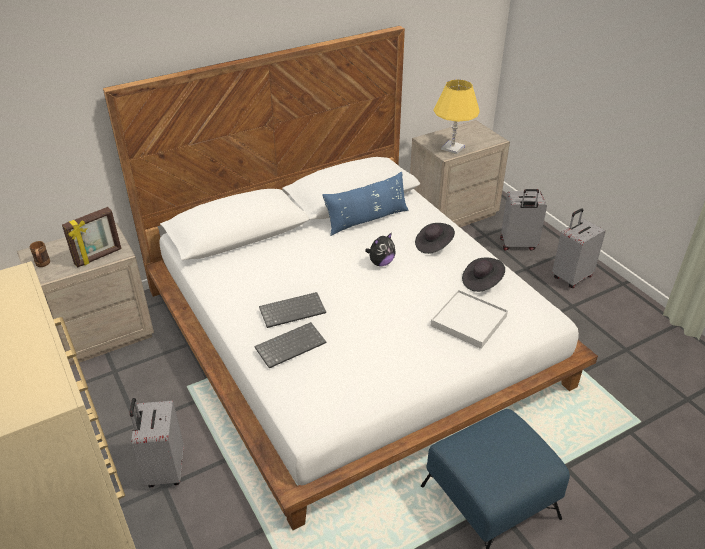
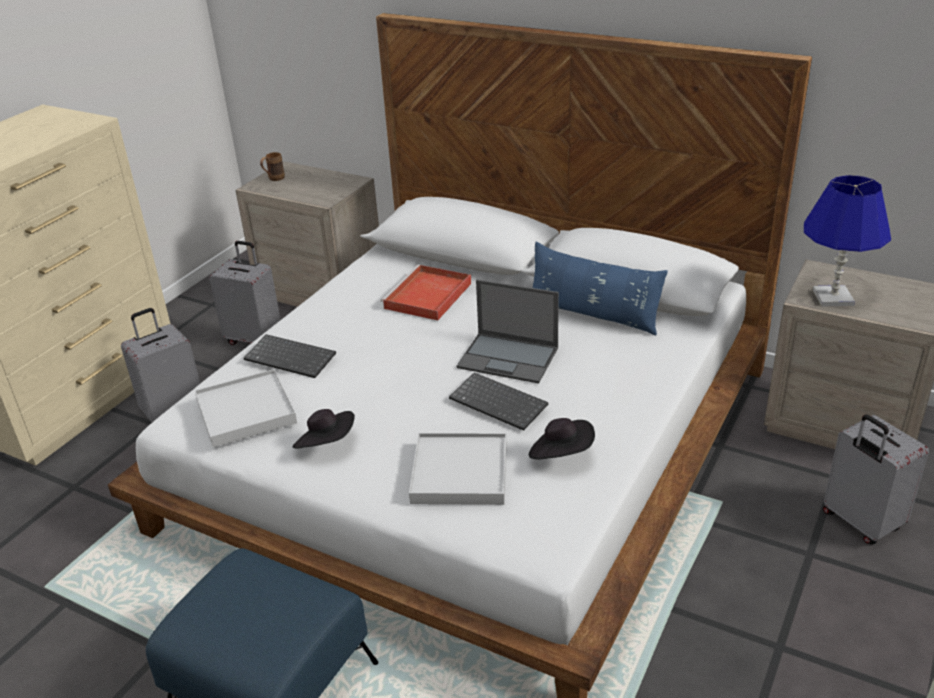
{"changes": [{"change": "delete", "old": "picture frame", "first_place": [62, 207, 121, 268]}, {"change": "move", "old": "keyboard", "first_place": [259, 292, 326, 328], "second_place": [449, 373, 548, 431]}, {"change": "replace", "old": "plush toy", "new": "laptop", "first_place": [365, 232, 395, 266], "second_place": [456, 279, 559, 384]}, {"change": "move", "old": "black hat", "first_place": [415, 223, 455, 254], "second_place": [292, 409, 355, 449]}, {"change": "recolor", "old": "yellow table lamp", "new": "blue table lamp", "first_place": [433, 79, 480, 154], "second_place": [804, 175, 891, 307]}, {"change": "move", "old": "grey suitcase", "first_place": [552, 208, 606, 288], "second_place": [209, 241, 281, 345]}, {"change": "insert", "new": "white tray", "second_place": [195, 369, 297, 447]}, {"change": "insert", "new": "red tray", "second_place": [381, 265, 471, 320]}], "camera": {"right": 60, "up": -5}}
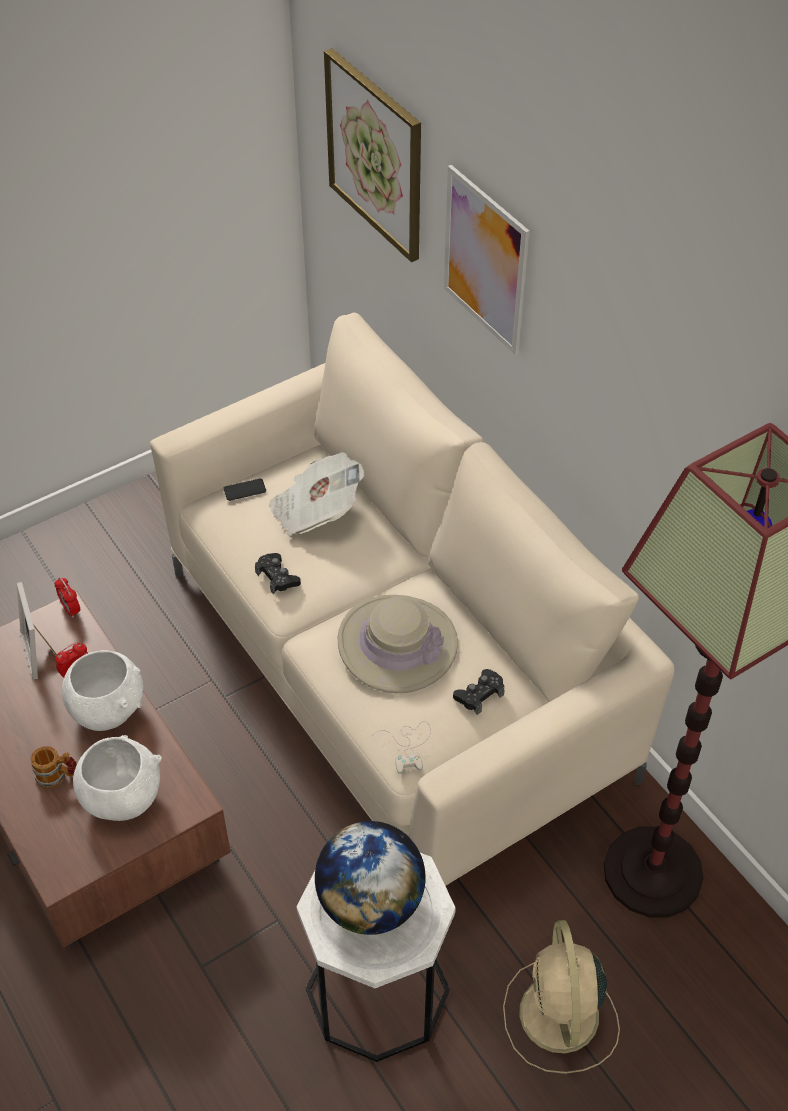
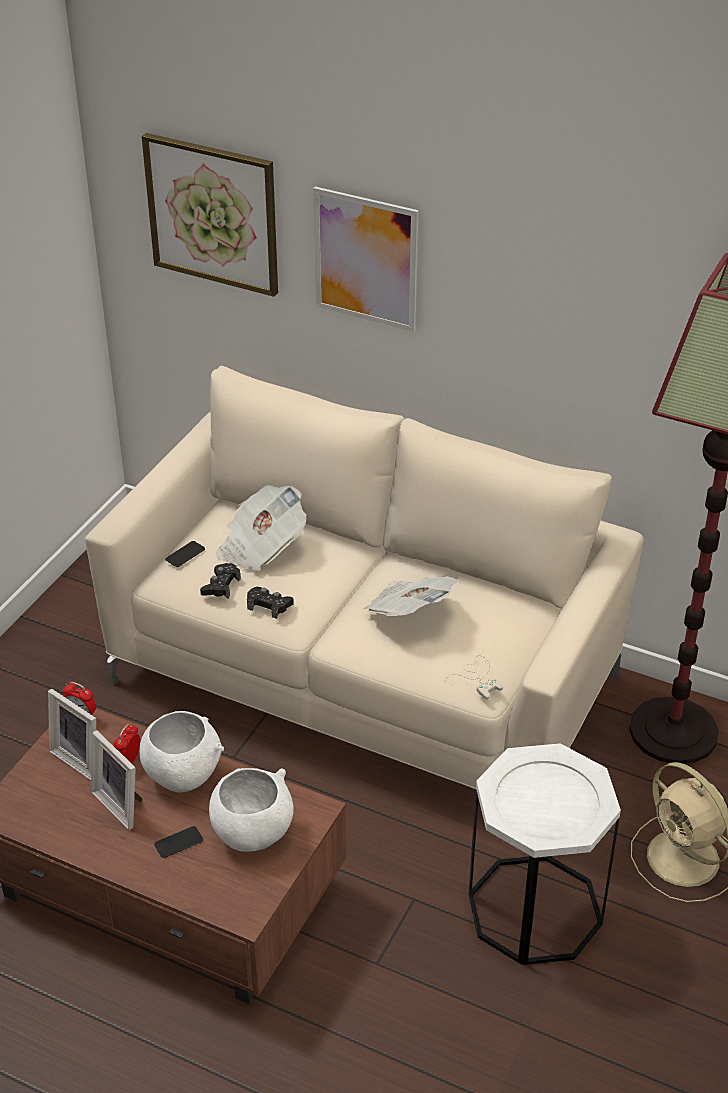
{"changes": [{"change": "replace", "old": "mug", "new": "phone", "first_place": [31, 746, 77, 788], "second_place": [154, 826, 203, 858]}, {"change": "delete", "old": "globe", "first_place": [315, 821, 426, 935]}, {"change": "replace", "old": "beige hat", "new": "newspaper", "first_place": [338, 595, 458, 693], "second_place": [363, 576, 459, 616]}, {"change": "move", "old": "black game controller", "first_place": [453, 669, 505, 715], "second_place": [200, 563, 241, 599]}, {"change": "insert", "new": "picture frame", "second_place": [92, 731, 143, 830]}], "camera": {"right": -30, "up": -10}}
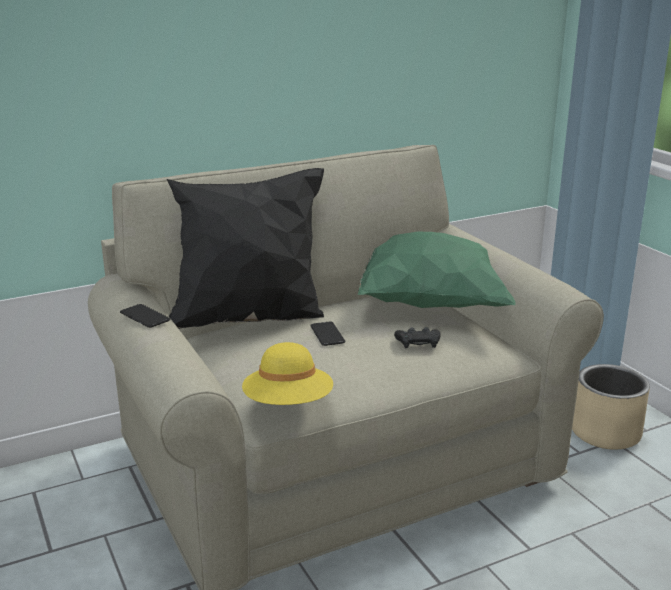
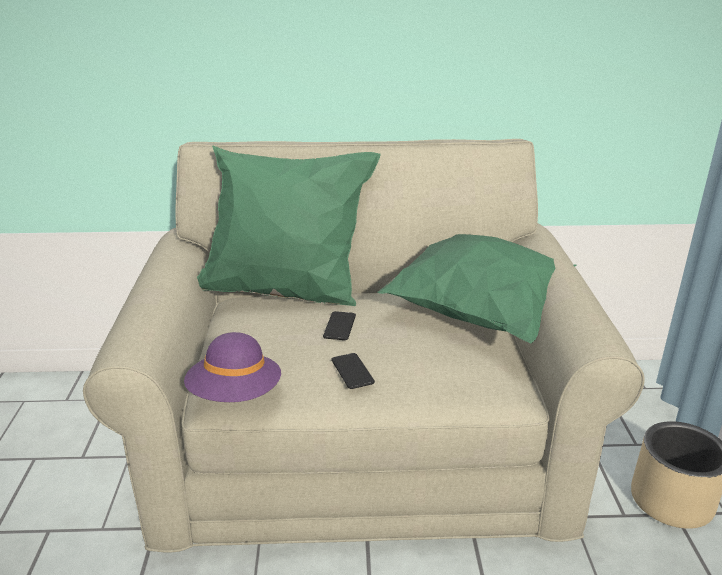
{"changes": [{"change": "move", "old": "phone", "first_place": [120, 304, 170, 328], "second_place": [331, 353, 375, 389]}, {"change": "recolor", "old": "black pillow", "new": "green pillow", "first_place": [167, 168, 324, 329], "second_place": [197, 145, 381, 306]}, {"change": "recolor", "old": "yellow hat", "new": "purple hat", "first_place": [242, 342, 333, 405], "second_place": [184, 332, 281, 402]}, {"change": "delete", "old": "black game controller", "first_place": [394, 327, 441, 348]}], "camera": {"right": 25, "up": 5}}
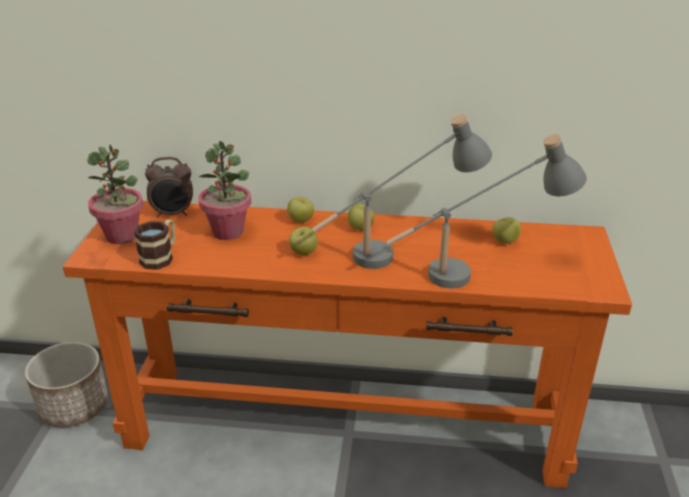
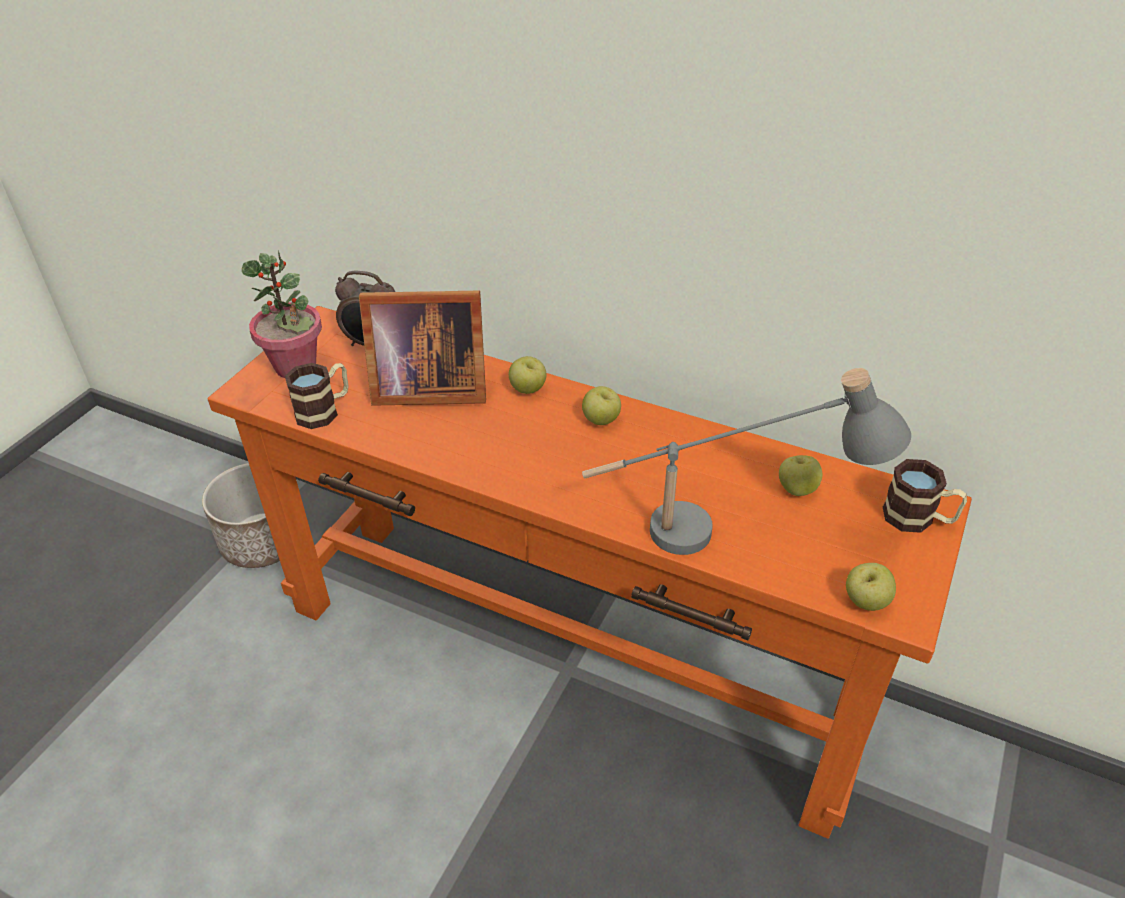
{"changes": [{"change": "replace", "old": "potted plant", "new": "picture frame", "first_place": [198, 141, 251, 240], "second_place": [359, 291, 486, 406]}, {"change": "move", "old": "apple", "first_place": [289, 227, 318, 255], "second_place": [846, 563, 896, 611]}, {"change": "delete", "old": "grey table lamp", "first_place": [312, 114, 492, 269]}, {"change": "insert", "new": "mug", "second_place": [883, 459, 967, 533]}], "camera": {"right": 20, "up": 10}}
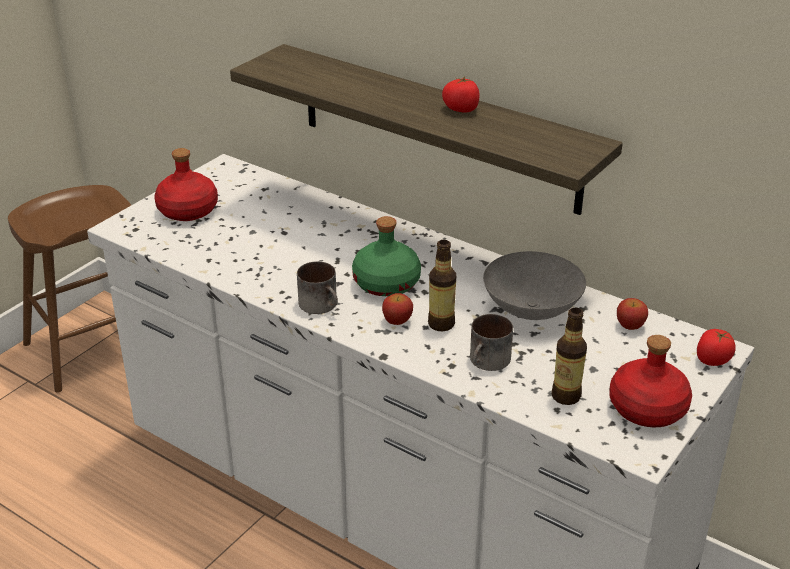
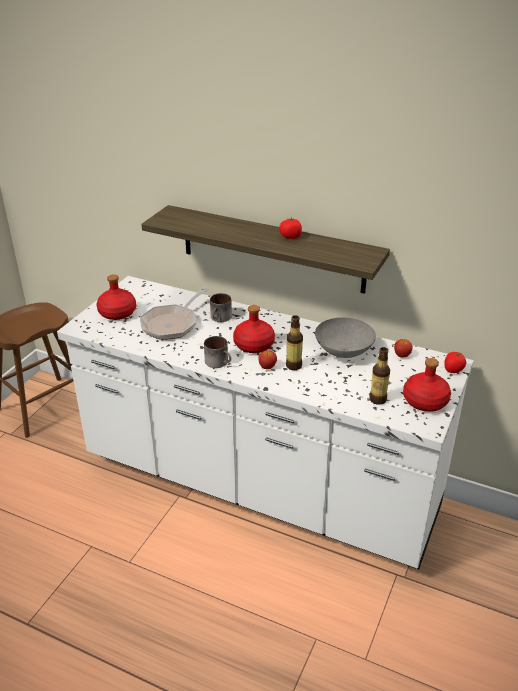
{"changes": [{"change": "recolor", "old": "green bottle", "new": "red bottle", "first_place": [352, 216, 421, 296], "second_place": [233, 305, 275, 353]}, {"change": "move", "old": "mug", "first_place": [470, 314, 513, 371], "second_place": [210, 293, 232, 322]}, {"change": "insert", "new": "frying pan", "second_place": [140, 287, 209, 340]}], "camera": {"right": -10, "up": 0}}
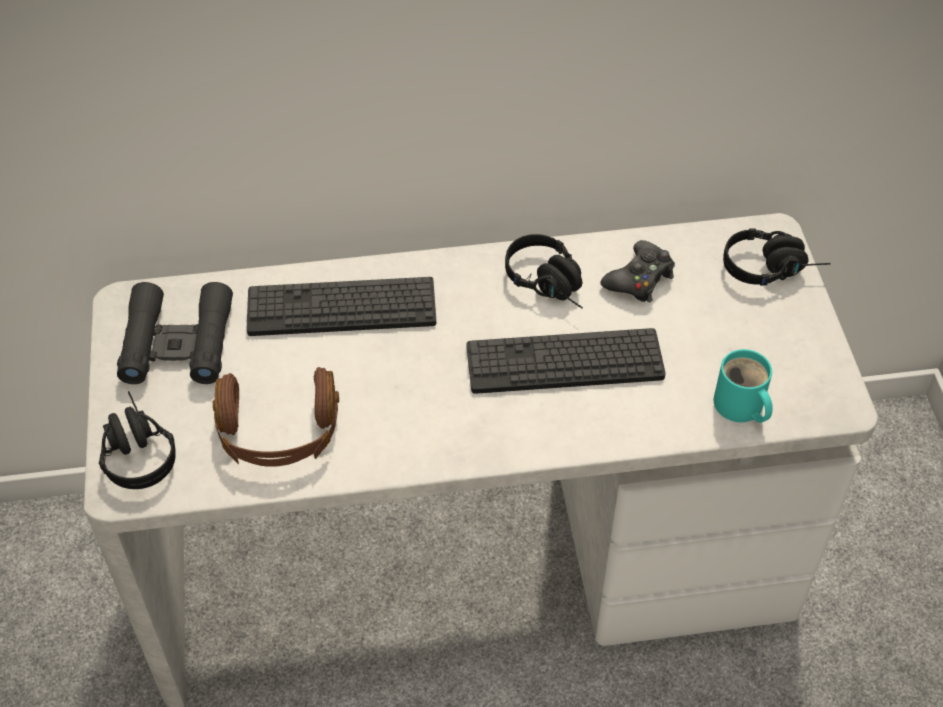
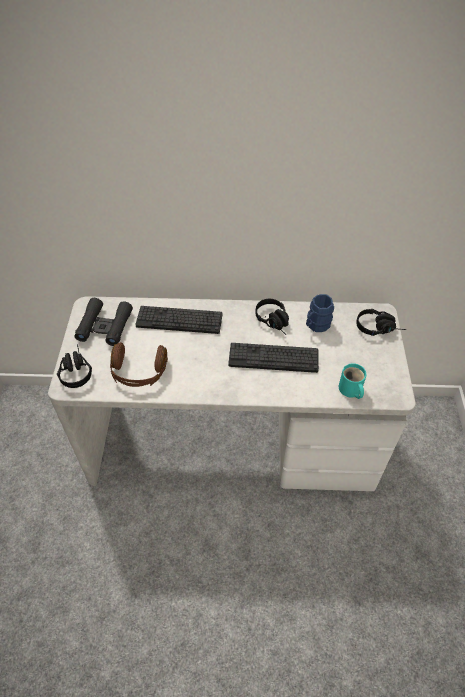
{"changes": [{"change": "replace", "old": "black game controller", "new": "blue mug", "first_place": [600, 240, 675, 302], "second_place": [306, 294, 334, 332]}], "camera": {"right": 10, "up": 0}}
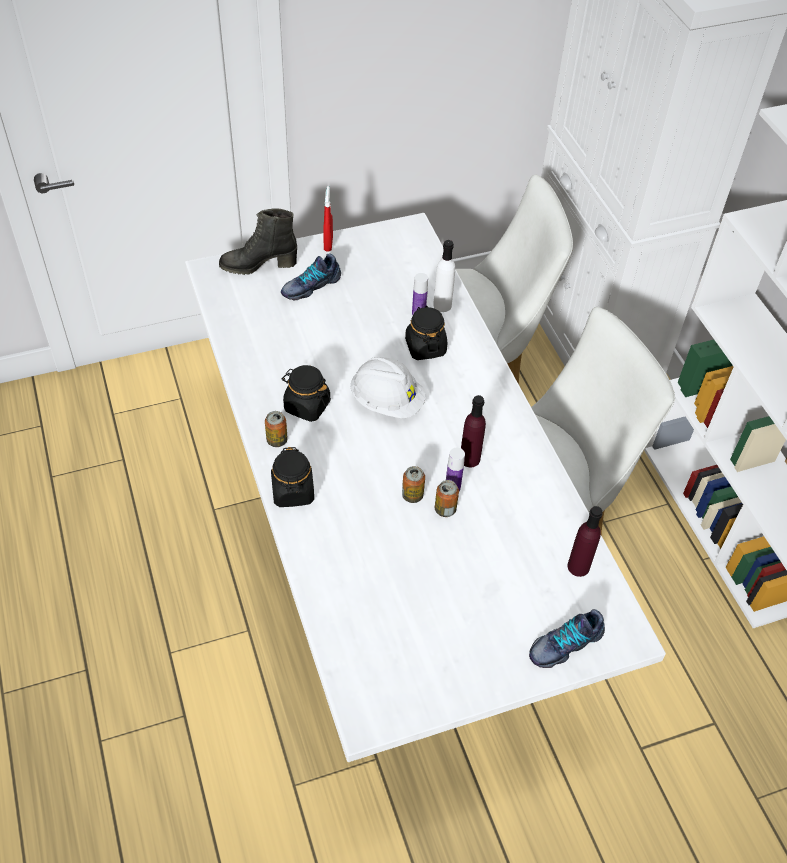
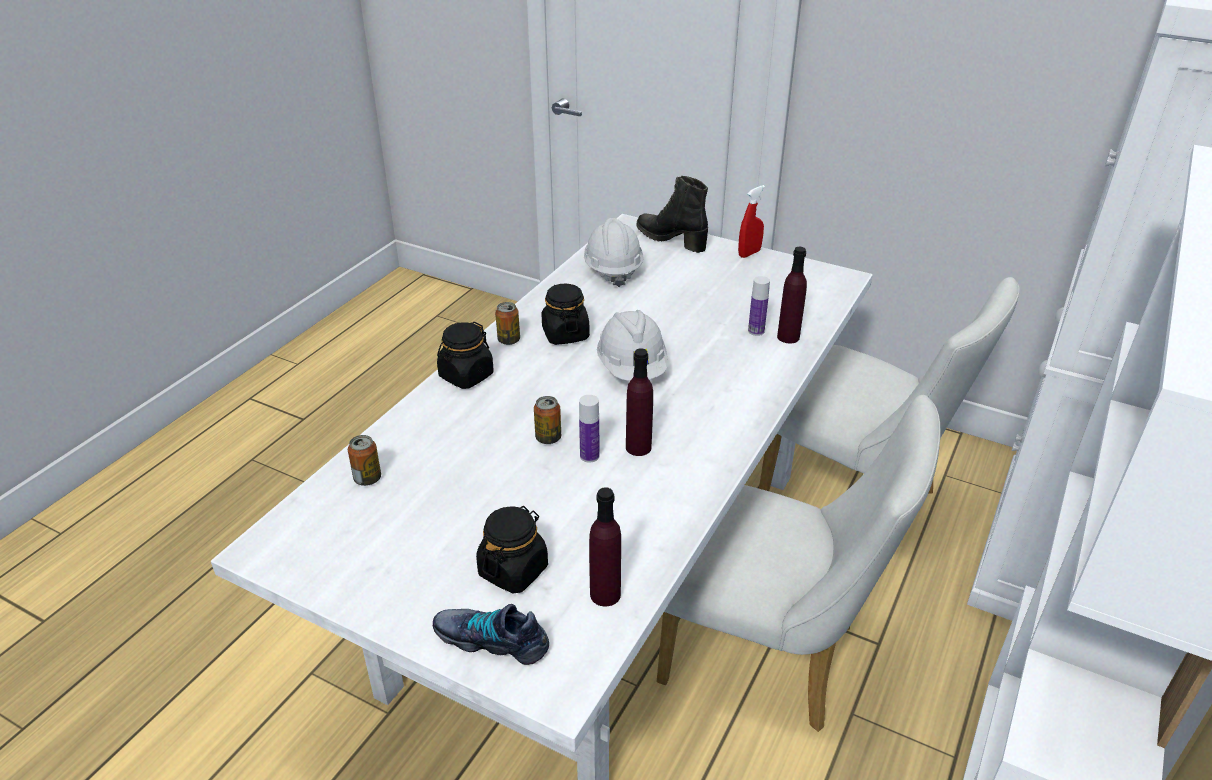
{"changes": [{"change": "delete", "old": "shoe", "first_place": [281, 254, 341, 301]}, {"change": "move", "old": "black jar", "first_place": [405, 306, 447, 360], "second_place": [476, 506, 548, 594]}, {"change": "recolor", "old": "white bottle", "new": "purple bottle", "first_place": [433, 240, 455, 312], "second_place": [777, 247, 807, 343]}, {"change": "move", "old": "can", "first_place": [435, 480, 459, 517], "second_place": [348, 435, 381, 486]}, {"change": "insert", "new": "white hard hat", "second_place": [584, 218, 643, 287]}], "camera": {"right": 50, "up": -15}}
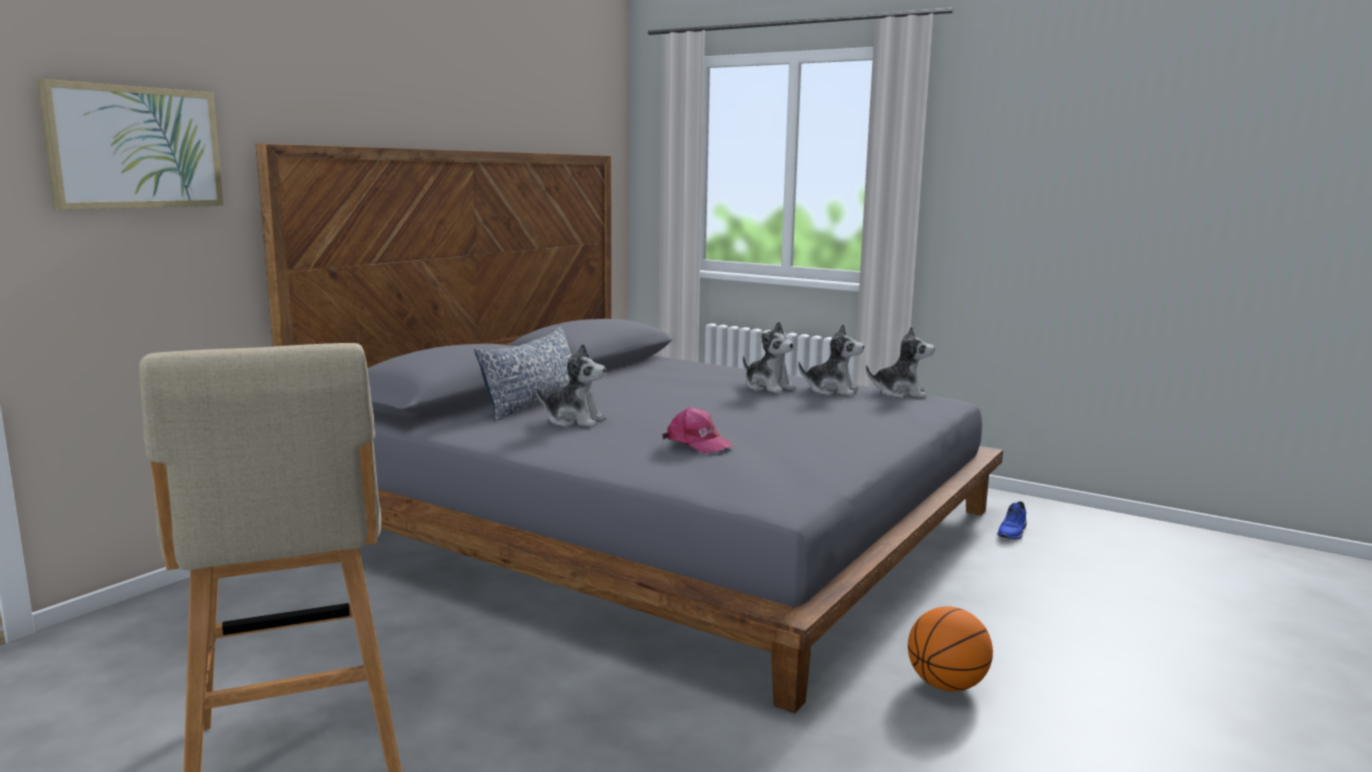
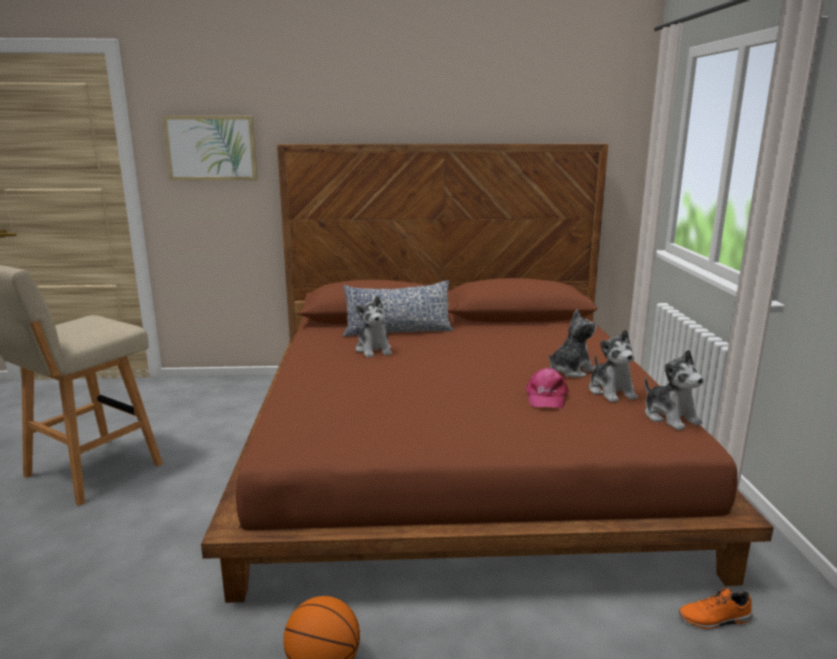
{"changes": [{"change": "recolor", "old": "grey bed", "new": "brown bed", "first_place": [256, 144, 1003, 713], "second_place": [201, 143, 774, 603]}, {"change": "move", "old": "pink cap", "first_place": [662, 407, 734, 453], "second_place": [526, 368, 569, 409]}, {"change": "rotate", "old": "plush toy", "first_place": [743, 322, 796, 393], "second_place": [549, 309, 597, 378], "degrees": -135}, {"change": "recolor", "old": "blue shoe", "new": "orange shoe", "first_place": [997, 501, 1027, 540], "second_place": [679, 588, 753, 629]}], "camera": {"right": 55, "up": 5}}
